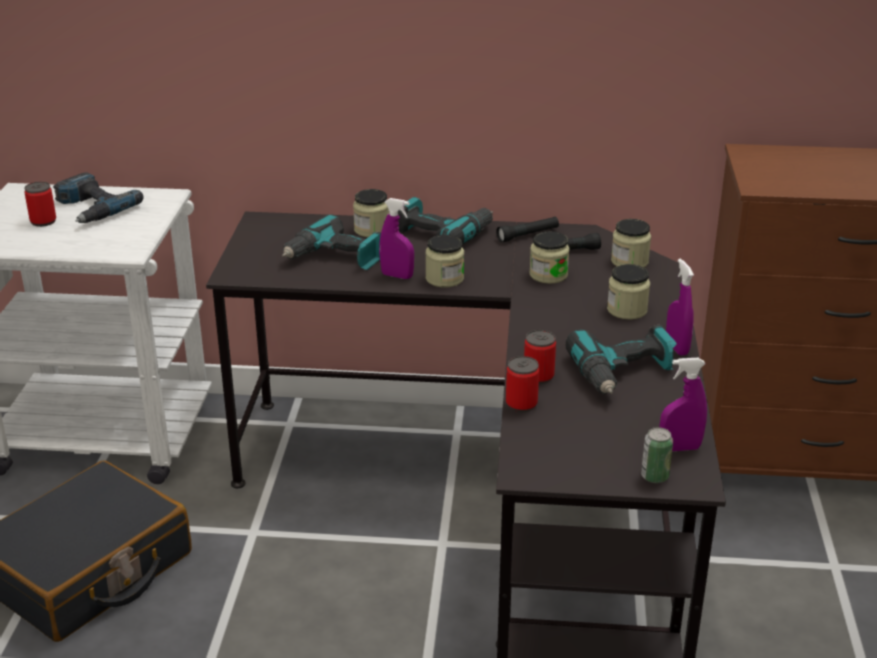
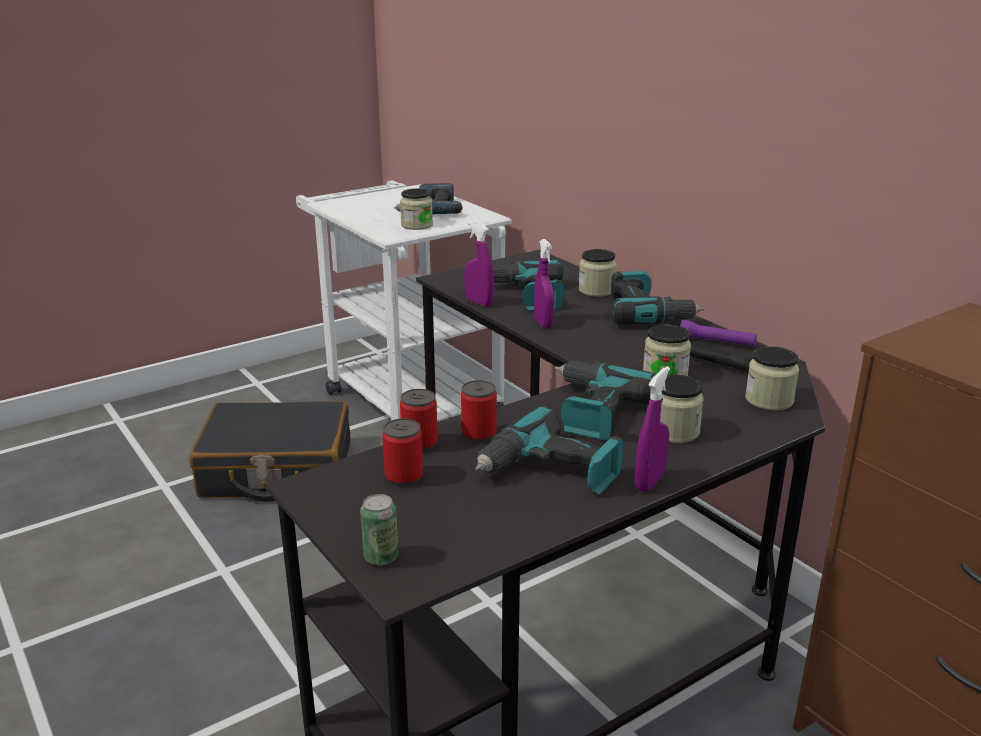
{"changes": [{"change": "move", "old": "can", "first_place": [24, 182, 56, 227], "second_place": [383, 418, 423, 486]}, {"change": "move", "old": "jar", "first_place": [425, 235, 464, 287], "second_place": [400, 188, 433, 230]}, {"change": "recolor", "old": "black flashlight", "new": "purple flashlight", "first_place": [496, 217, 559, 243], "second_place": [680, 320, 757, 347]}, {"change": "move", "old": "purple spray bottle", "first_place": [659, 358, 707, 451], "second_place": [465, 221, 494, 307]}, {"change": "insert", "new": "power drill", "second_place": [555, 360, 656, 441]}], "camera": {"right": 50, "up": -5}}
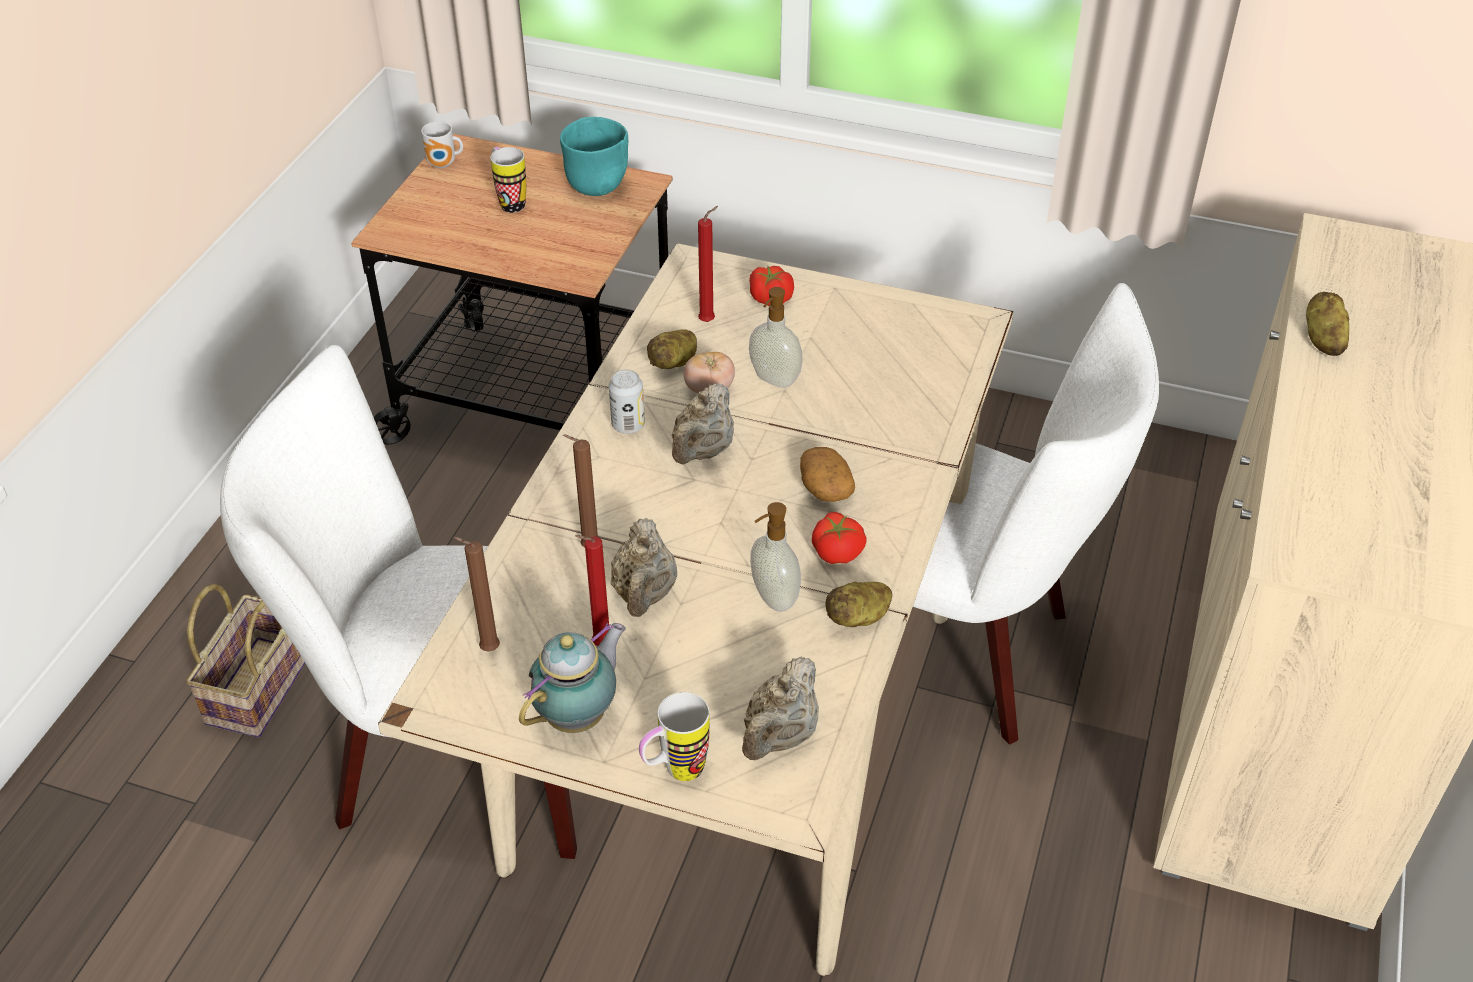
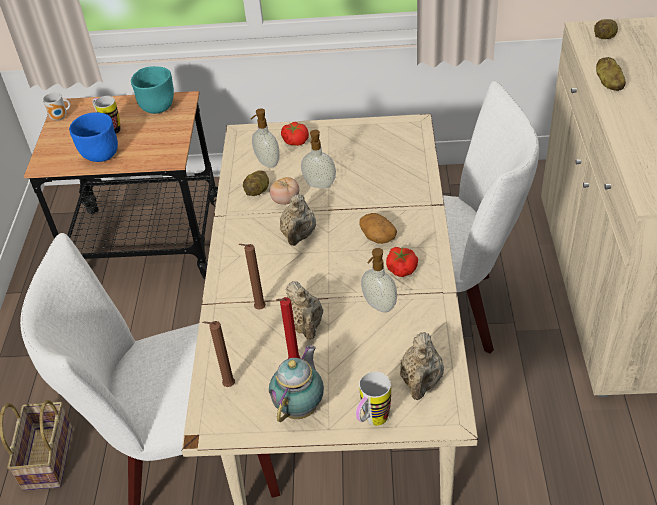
{"changes": [{"change": "delete", "old": "can", "first_place": [609, 370, 645, 434]}, {"change": "replace", "old": "red candle", "new": "soap dispenser", "first_place": [698, 206, 718, 322], "second_place": [251, 108, 279, 168]}, {"change": "move", "old": "potato", "first_place": [825, 582, 892, 627], "second_place": [594, 19, 618, 39]}, {"change": "insert", "new": "blue bowl", "second_place": [69, 112, 118, 162]}], "camera": {"right": -15, "up": 0}}
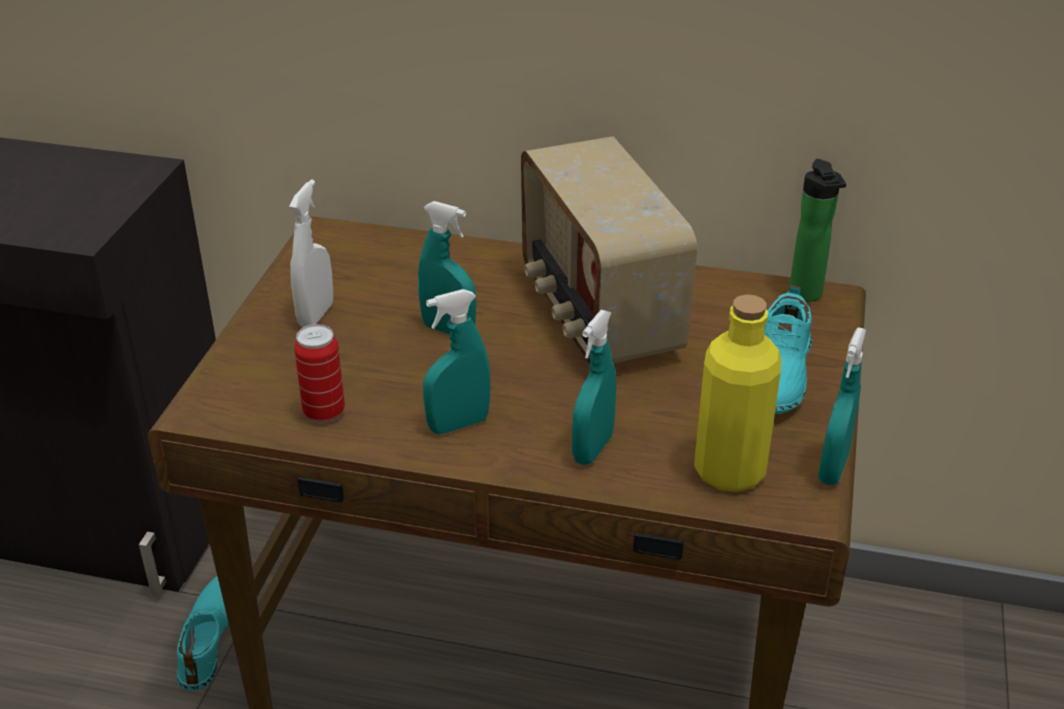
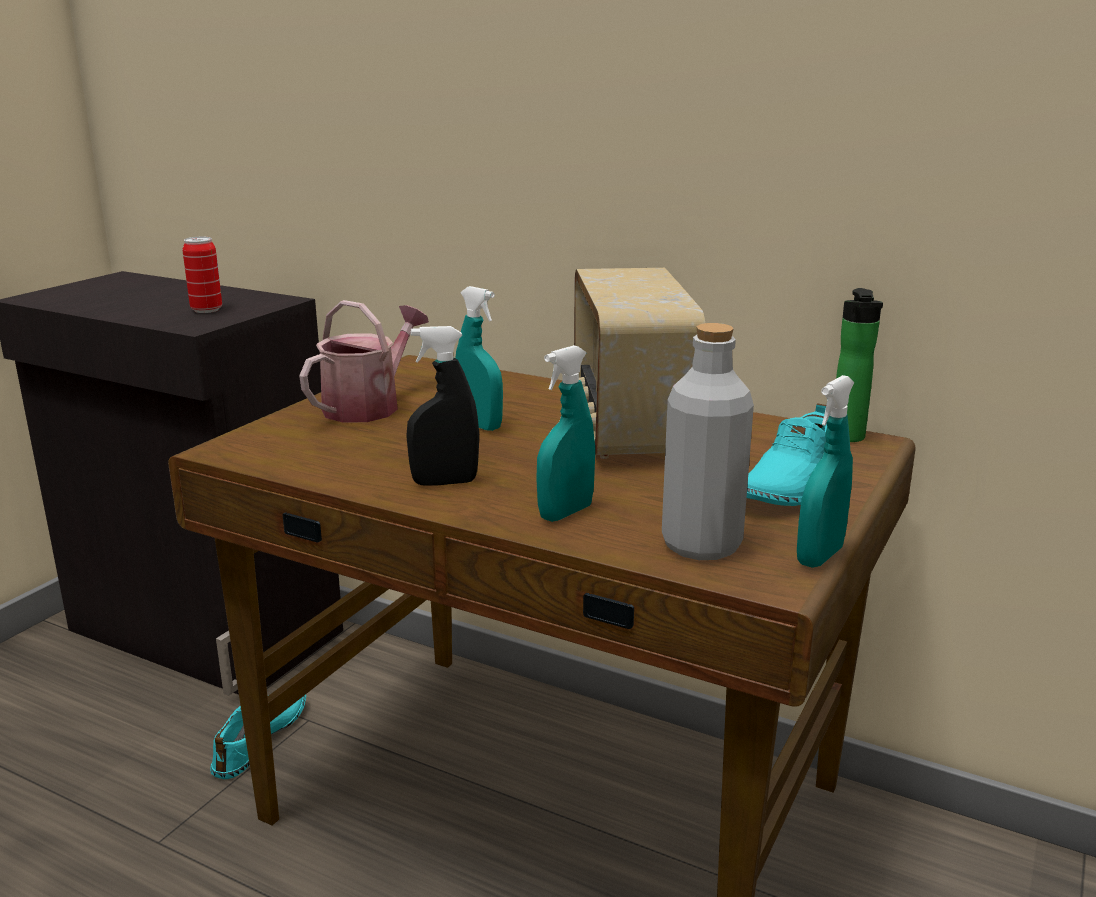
{"changes": [{"change": "replace", "old": "white spray bottle", "new": "watering can", "first_place": [289, 179, 333, 327], "second_place": [299, 300, 429, 423]}, {"change": "move", "old": "can", "first_place": [294, 324, 345, 423], "second_place": [182, 237, 222, 313]}, {"change": "recolor", "old": "turquoise spray bottle", "new": "black spray bottle", "first_place": [423, 289, 490, 434], "second_place": [406, 326, 479, 486]}, {"change": "recolor", "old": "yellow bottle", "new": "grey bottle", "first_place": [694, 294, 782, 492], "second_place": [662, 323, 754, 560]}], "camera": {"right": 15, "up": -15}}
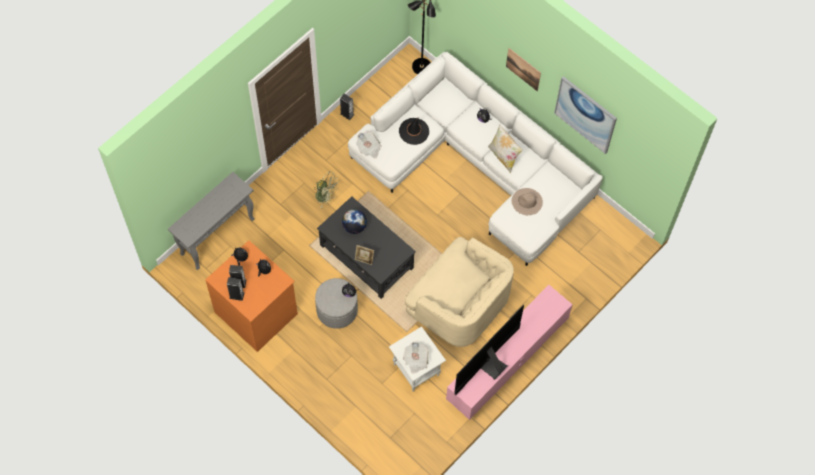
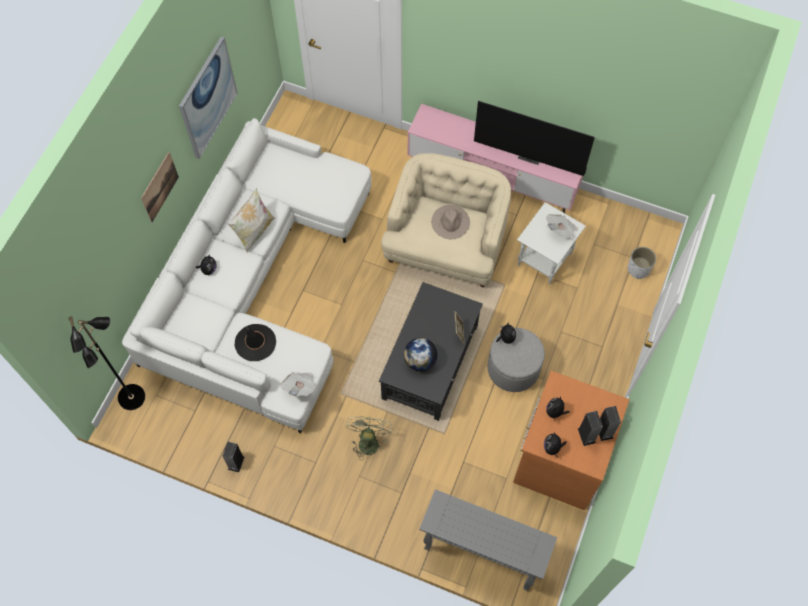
{"changes": [{"change": "move", "old": "beige hat", "first_place": [512, 188, 543, 215], "second_place": [431, 205, 470, 239]}, {"change": "insert", "new": "white planter", "second_place": [628, 247, 656, 279]}], "camera": {"right": -110, "up": 0}}
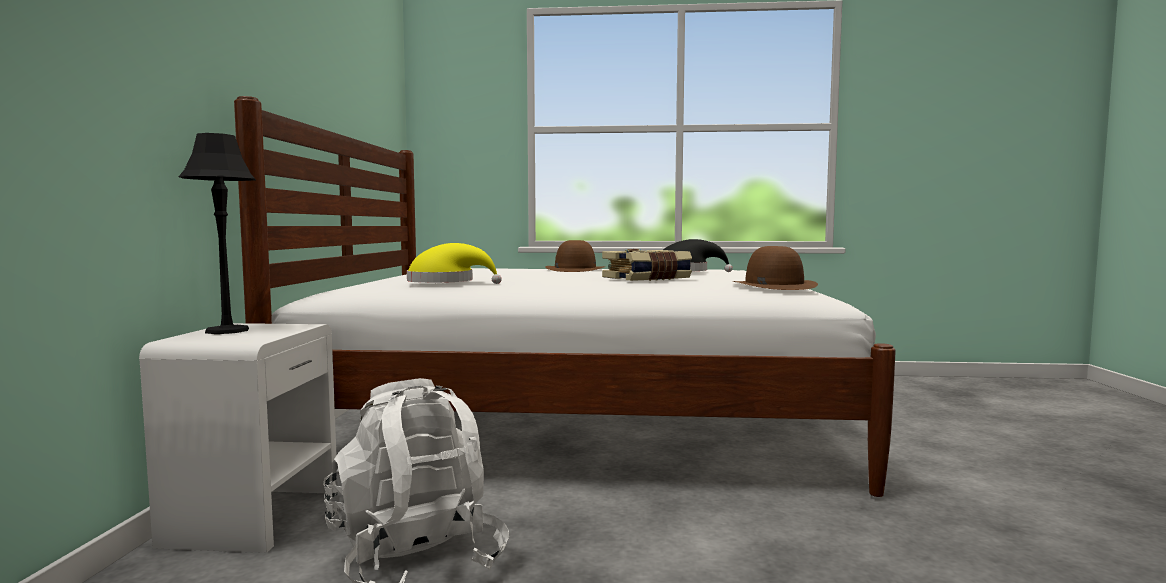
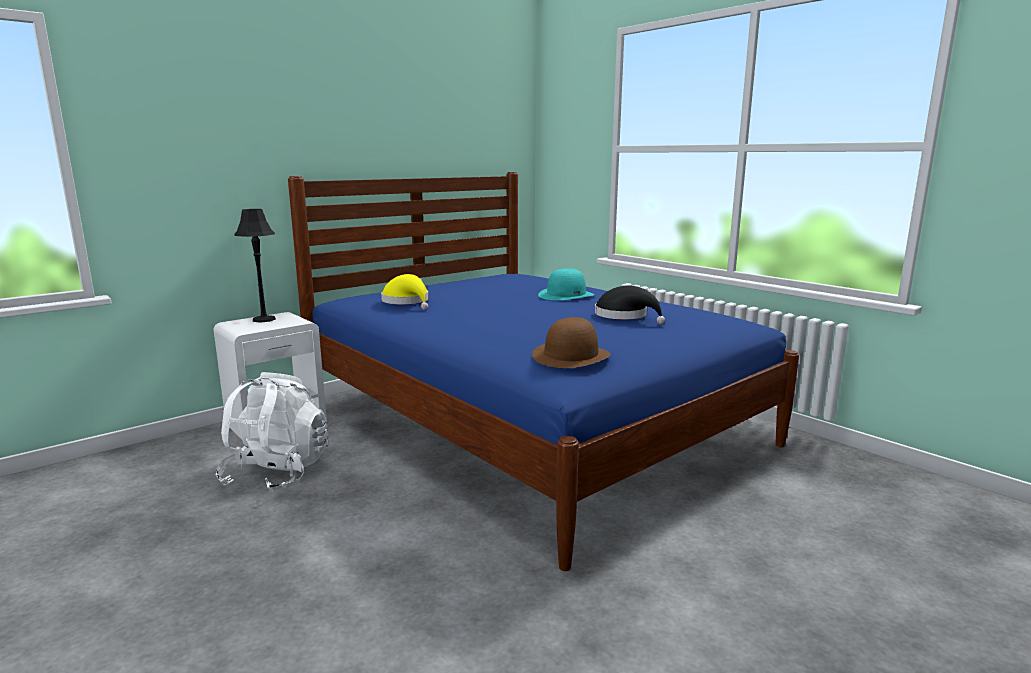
{"changes": [{"change": "recolor", "old": "white bed", "new": "blue bed", "first_place": [234, 96, 896, 497], "second_place": [288, 172, 799, 571]}, {"change": "recolor", "old": "brown hat", "new": "turquoise hat", "first_place": [546, 240, 605, 272], "second_place": [538, 268, 594, 300]}, {"change": "delete", "old": "book", "first_place": [602, 249, 692, 281]}], "camera": {"right": 45, "up": 10}}
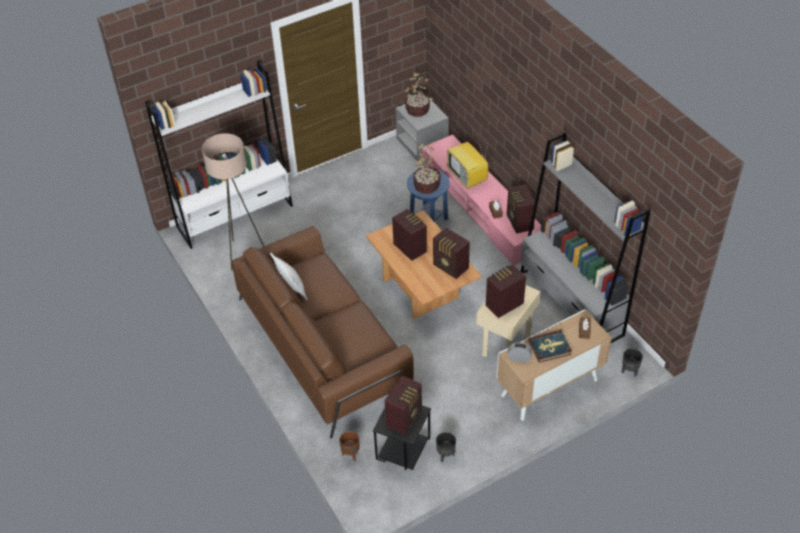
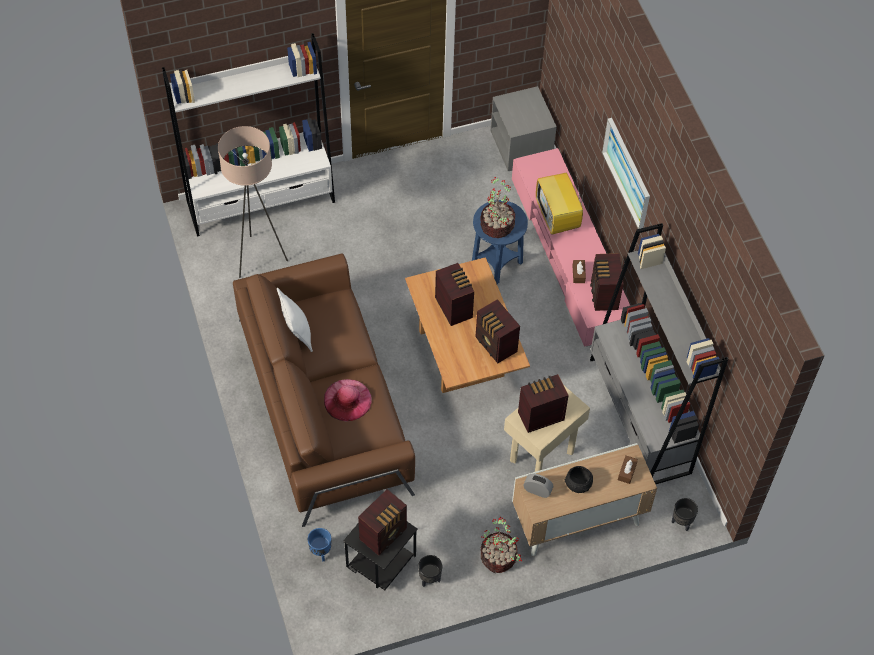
{"changes": [{"change": "recolor", "old": "brown planter", "new": "blue planter", "first_place": [339, 431, 359, 461], "second_place": [308, 528, 331, 562]}, {"change": "move", "old": "potted plant", "first_place": [404, 71, 434, 117], "second_place": [481, 517, 522, 573]}, {"change": "replace", "old": "book", "new": "black bowl", "first_place": [528, 330, 572, 362], "second_place": [565, 466, 593, 493]}, {"change": "insert", "new": "pink hat", "second_place": [324, 379, 372, 421]}, {"change": "insert", "new": "picture", "second_place": [602, 118, 650, 229]}], "camera": {"right": 10, "up": 10}}
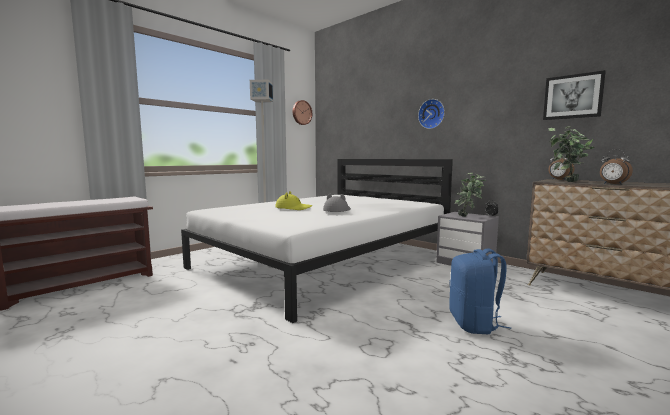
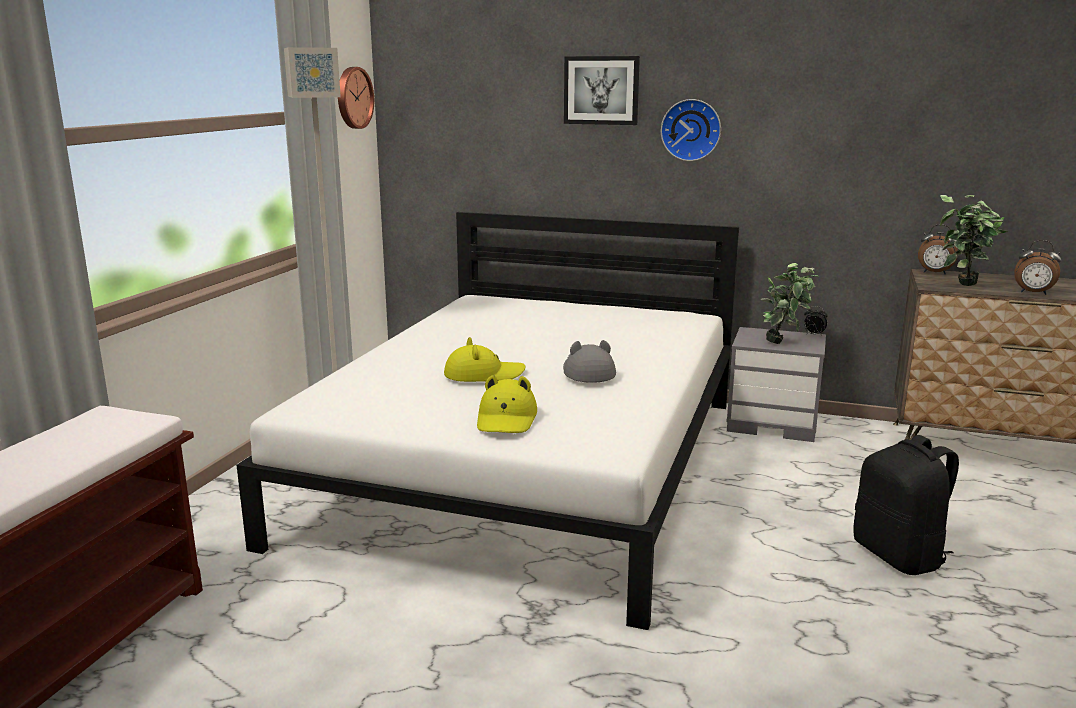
{"changes": [{"change": "recolor", "old": "blue backpack", "new": "black backpack", "first_place": [449, 248, 511, 334], "second_place": [853, 435, 959, 575]}, {"change": "move", "old": "picture", "first_place": [543, 70, 606, 120], "second_place": [564, 56, 640, 125]}, {"change": "insert", "new": "yellow hat", "second_place": [477, 375, 537, 433]}], "camera": {"right": -25, "up": 10}}
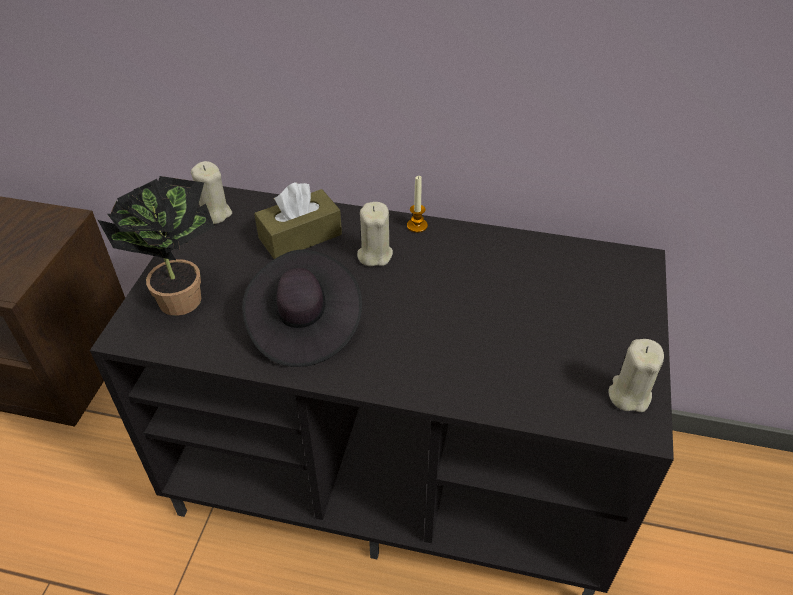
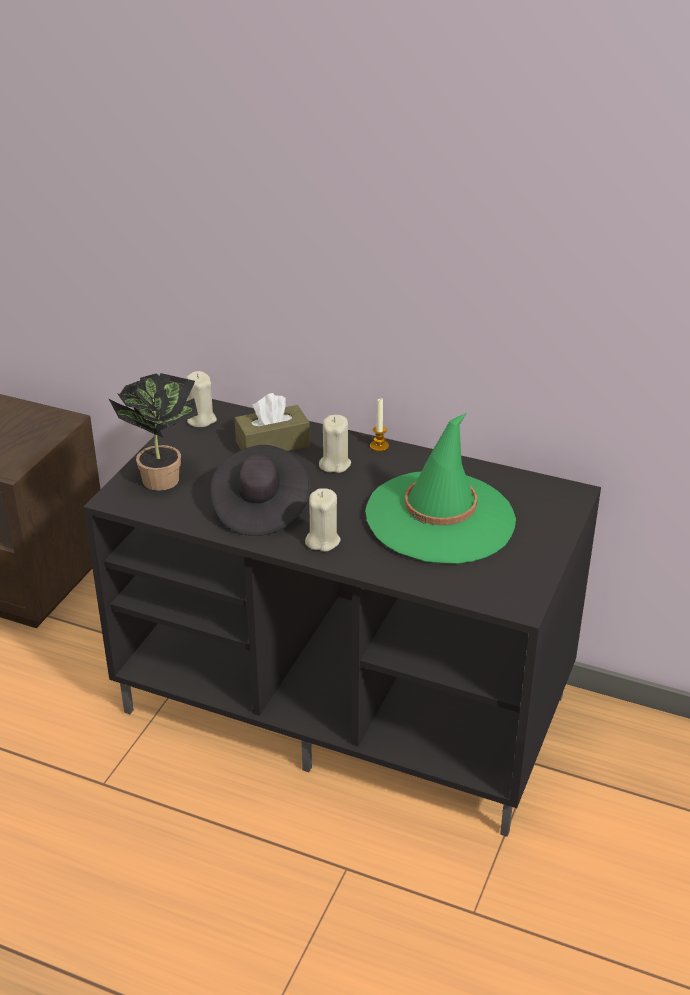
{"changes": [{"change": "move", "old": "beige candle", "first_place": [608, 339, 664, 412], "second_place": [305, 488, 341, 552]}, {"change": "insert", "new": "green hat", "second_place": [365, 413, 516, 564]}], "camera": {"right": 10, "up": -10}}
